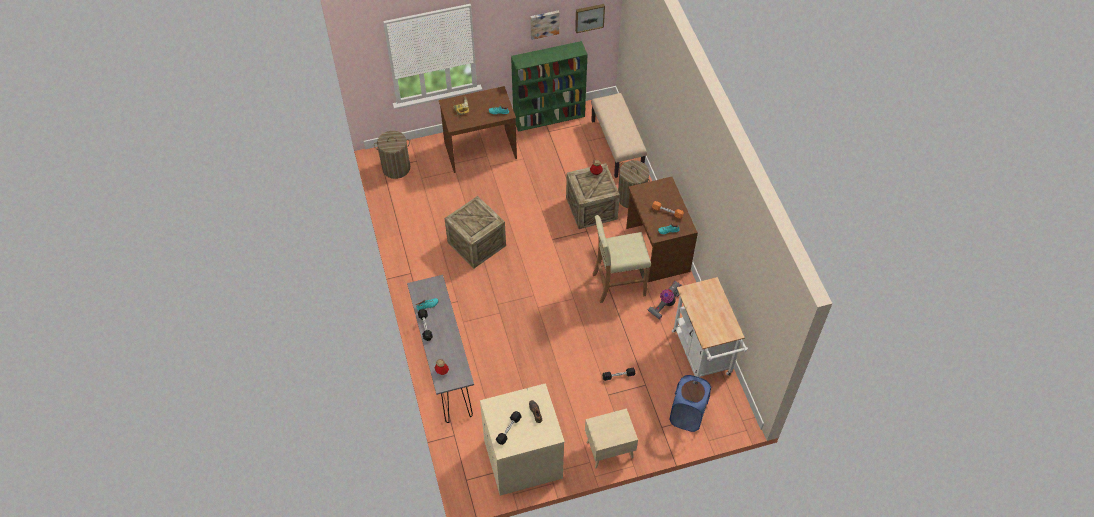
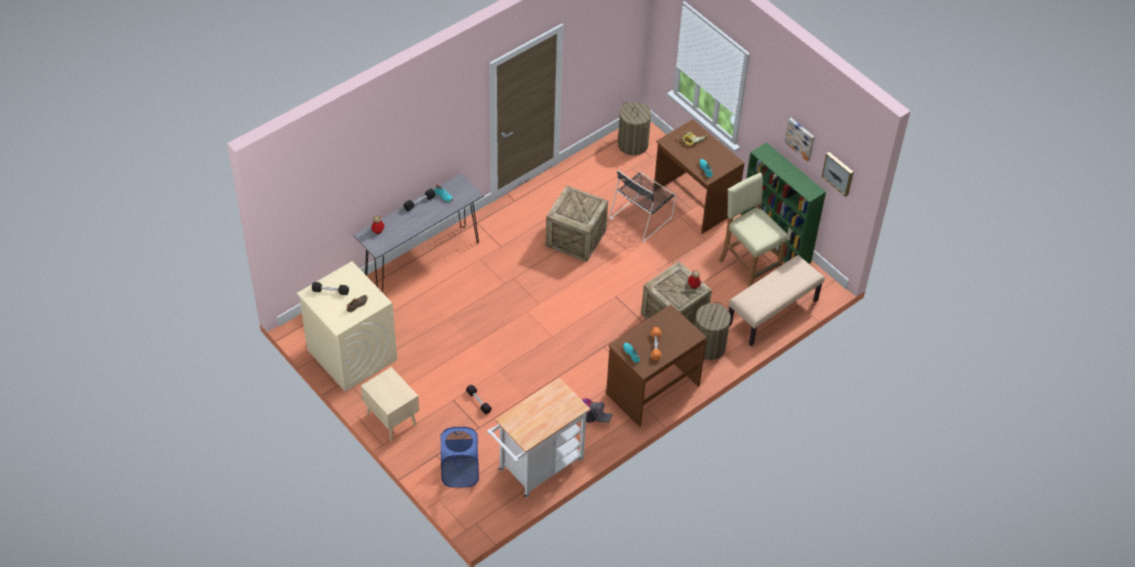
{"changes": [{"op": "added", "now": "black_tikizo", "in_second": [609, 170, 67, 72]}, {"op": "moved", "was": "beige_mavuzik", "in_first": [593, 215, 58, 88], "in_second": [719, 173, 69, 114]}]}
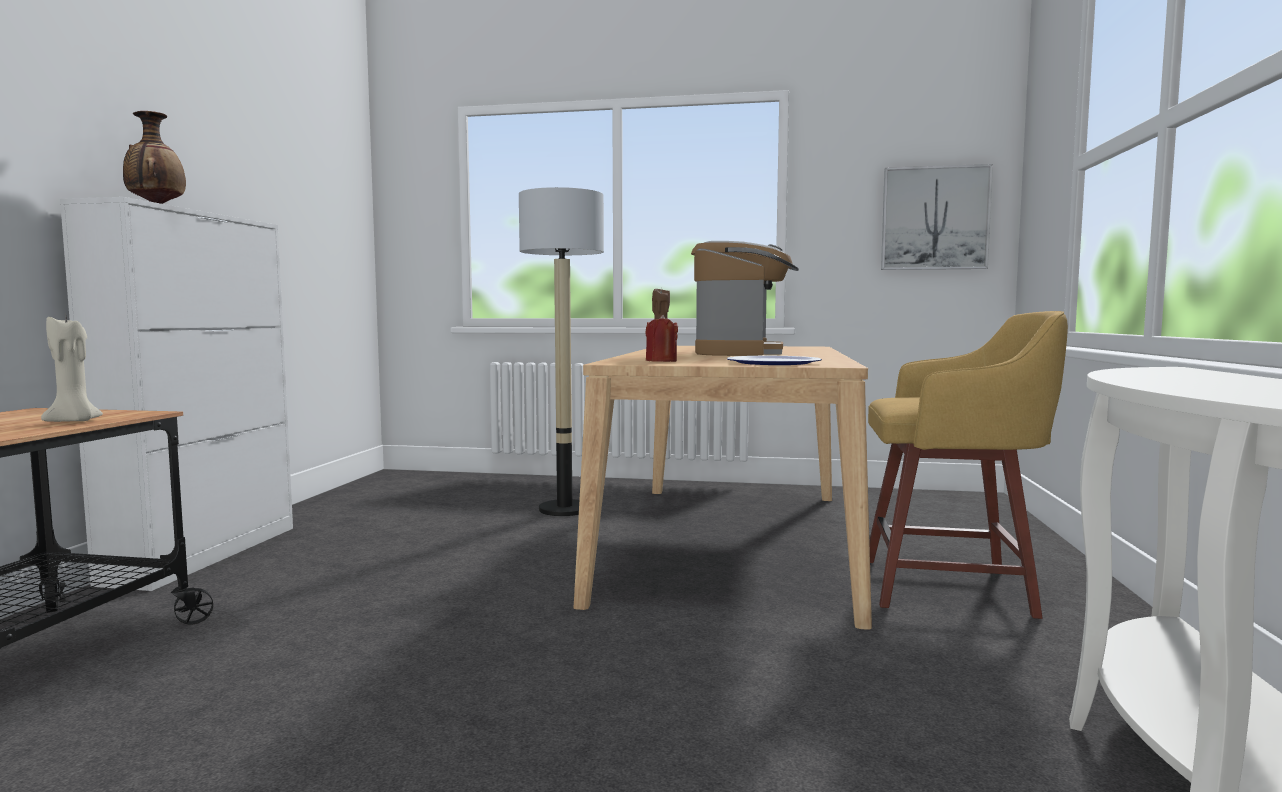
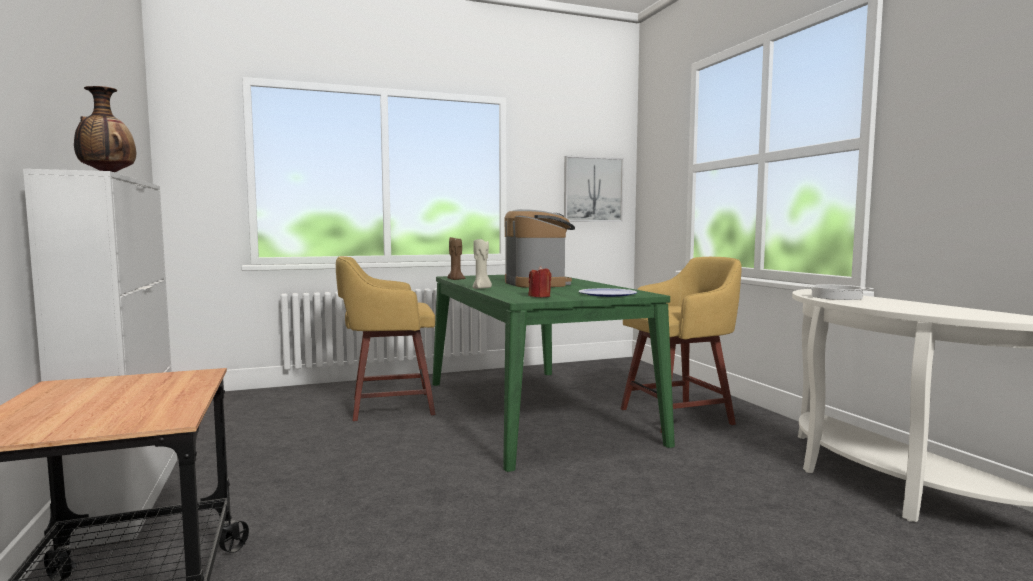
{"changes": [{"op": "replaced", "was": "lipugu", "now": "yellow_mavuzik", "in_first": [519, 187, 85, 329], "in_second": [336, 256, 100, 165]}, {"op": "recoloured", "was": "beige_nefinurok", "now": "green_nefinurok", "in_first": [574, 346, 298, 284], "in_second": [432, 275, 243, 197]}, {"op": "moved", "was": "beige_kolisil", "in_first": [41, 317, 62, 105], "in_second": [473, 239, 19, 50]}, {"op": "added", "now": "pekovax", "in_second": [802, 284, 72, 16]}]}
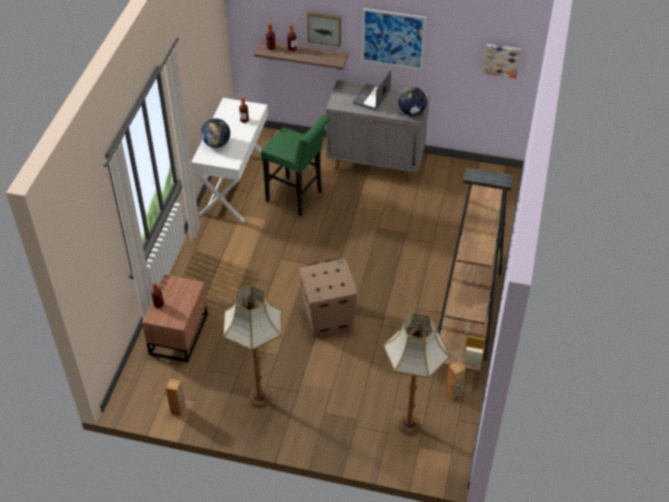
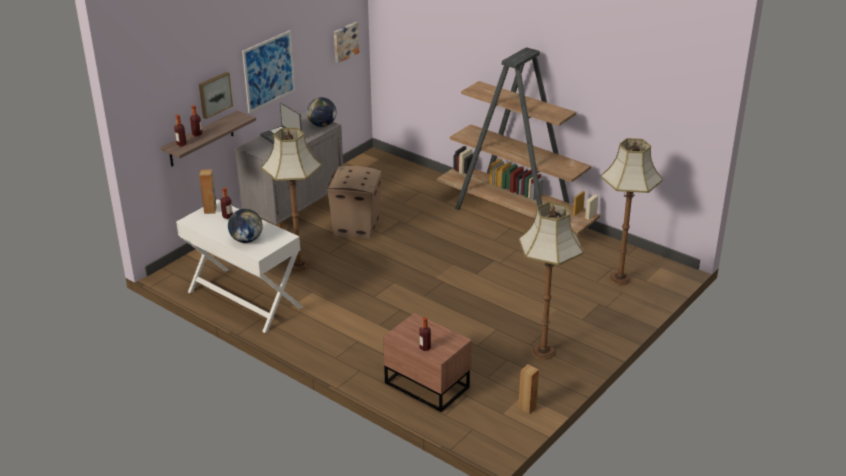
{"changes": [{"op": "moved", "was": "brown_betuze", "in_first": [445, 361, 20, 38], "in_second": [199, 169, 17, 45]}, {"op": "replaced", "was": "green_mavuzik", "now": "lipugu", "in_first": [261, 115, 70, 101], "in_second": [261, 127, 61, 146]}, {"op": "moved", "was": "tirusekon", "in_first": [299, 258, 59, 78], "in_second": [327, 166, 55, 73]}]}
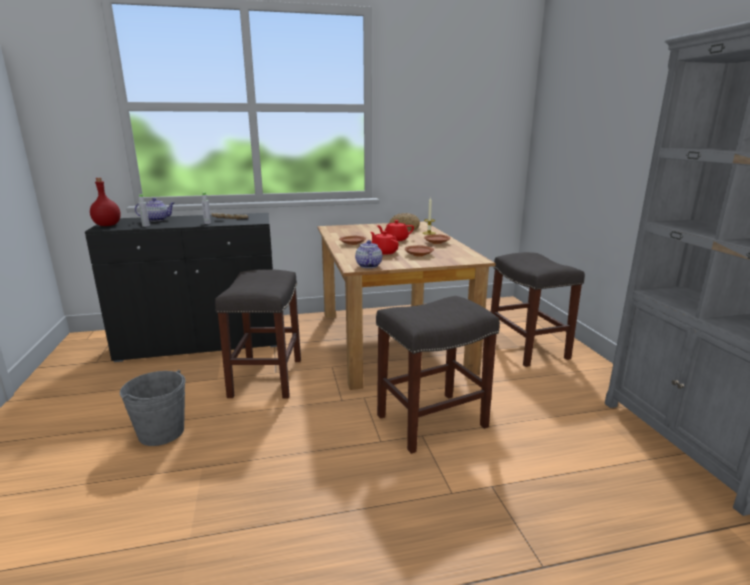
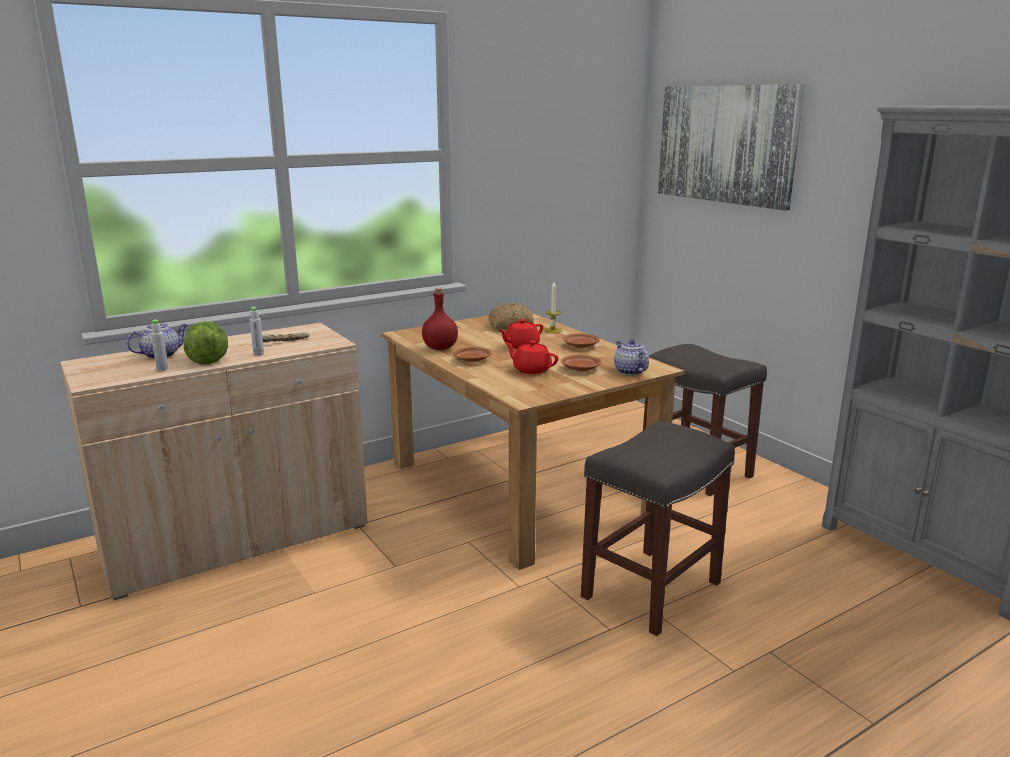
{"changes": [{"op": "recoloured", "was": "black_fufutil", "now": "beige_fufutil", "in_first": [85, 213, 192, 149], "in_second": [60, 322, 308, 278]}, {"op": "added", "now": "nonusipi", "in_second": [184, 321, 44, 43]}, {"op": "moved", "was": "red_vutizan", "in_first": [90, 178, 31, 48], "in_second": [422, 288, 36, 62]}, {"op": "moved", "was": "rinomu", "in_first": [355, 240, 27, 28], "in_second": [614, 339, 35, 36]}, {"op": "added", "now": "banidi", "in_second": [658, 84, 147, 127]}, {"op": "removed", "was": "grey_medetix", "in_first": [120, 370, 65, 76]}, {"op": "removed", "was": "grey_mavuzik", "in_first": [215, 269, 86, 129]}]}
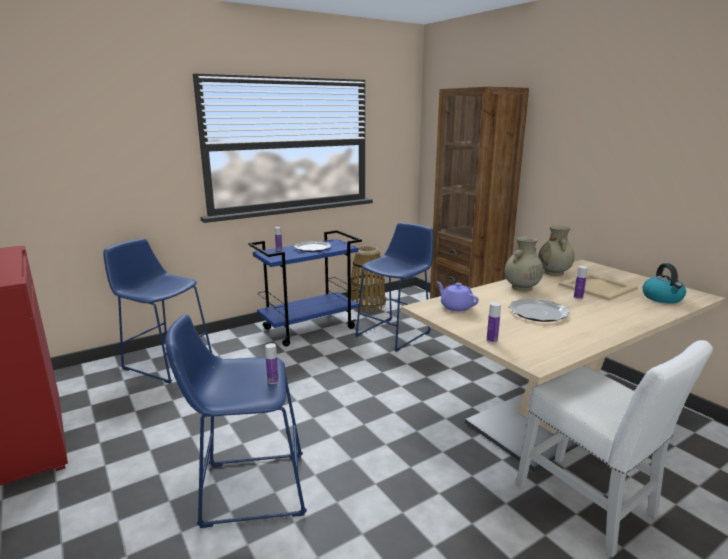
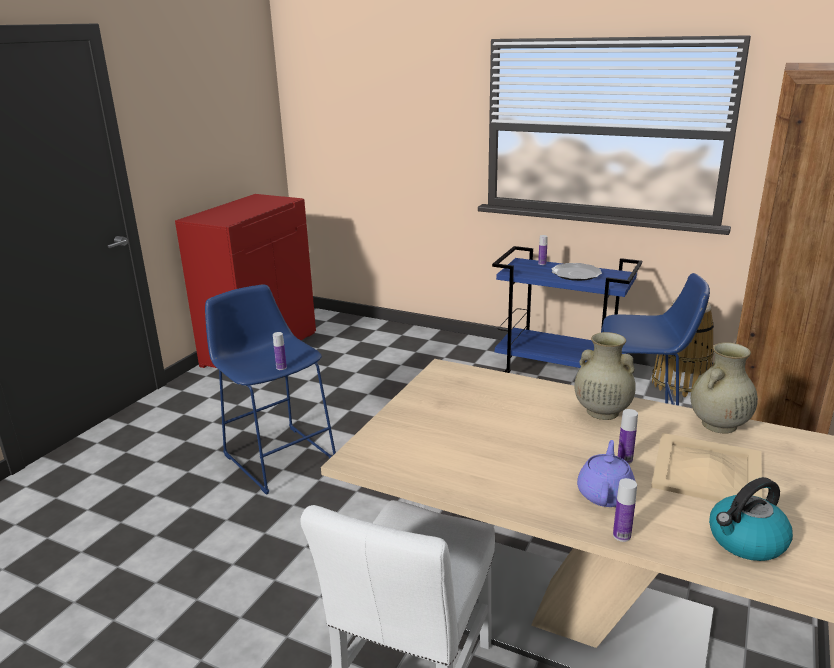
{"changes": [{"op": "moved", "was": "purple_rinomu", "in_first": [437, 281, 42, 30], "in_second": [577, 440, 59, 67]}, {"op": "moved", "was": "vutizan", "in_first": [487, 302, 14, 41], "in_second": [613, 478, 24, 64]}, {"op": "removed", "was": "blue_mavuzik", "in_first": [103, 238, 109, 146]}, {"op": "removed", "was": "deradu", "in_first": [509, 298, 61, 24]}]}
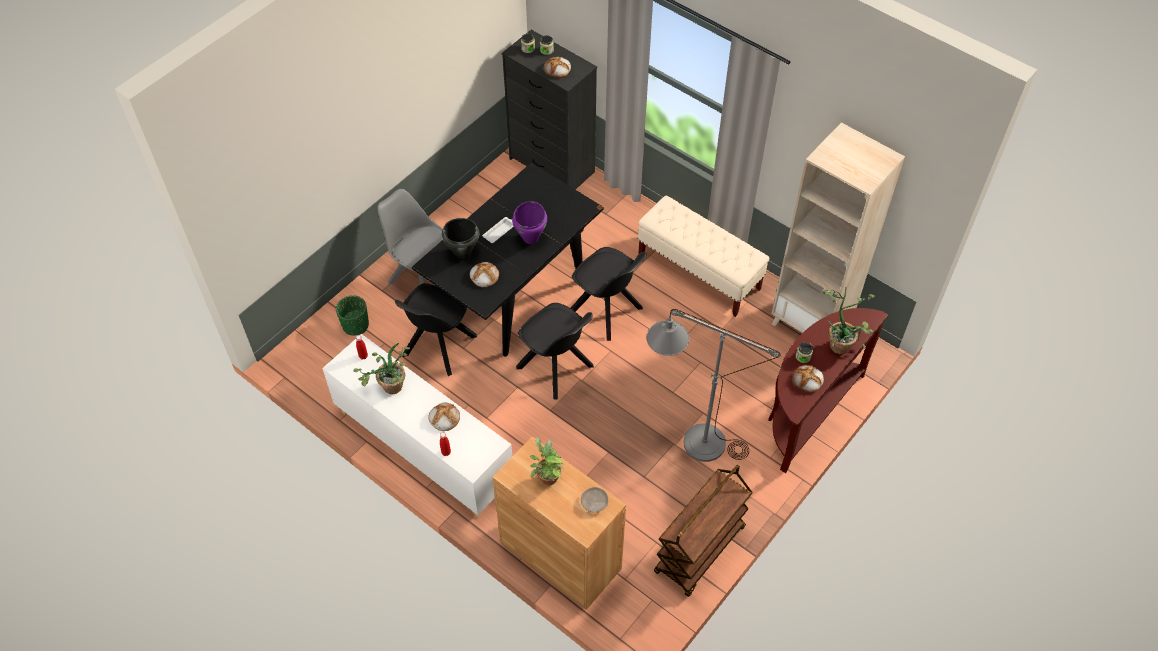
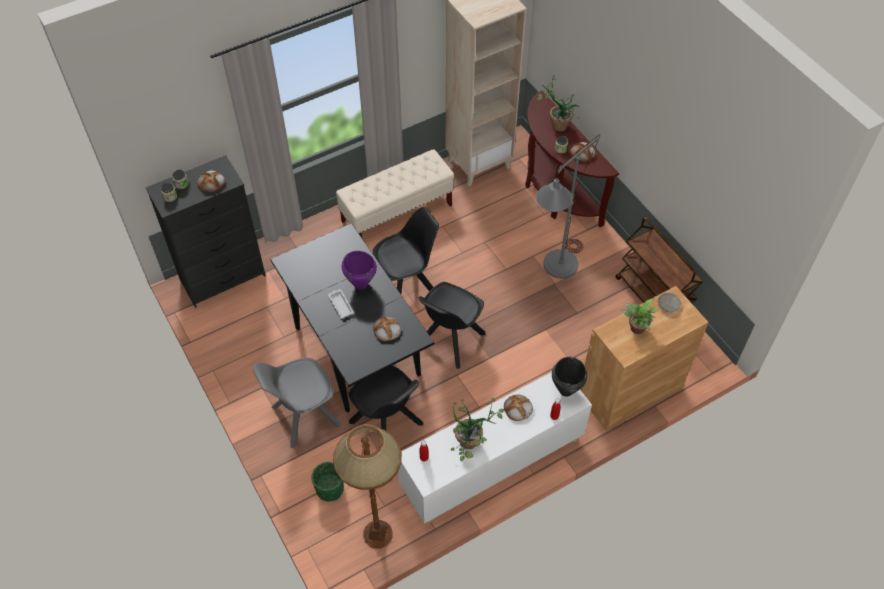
{"changes": [{"op": "added", "now": "brown_lipugu", "in_second": [333, 424, 69, 125]}, {"op": "turned", "was": "black_tikizo", "in_first": [516, 303, 78, 97], "in_second": [419, 282, 67, 87], "clockwise": 150}, {"op": "moved", "was": "black_pekovax", "in_first": [442, 218, 37, 41], "in_second": [552, 357, 35, 40]}]}
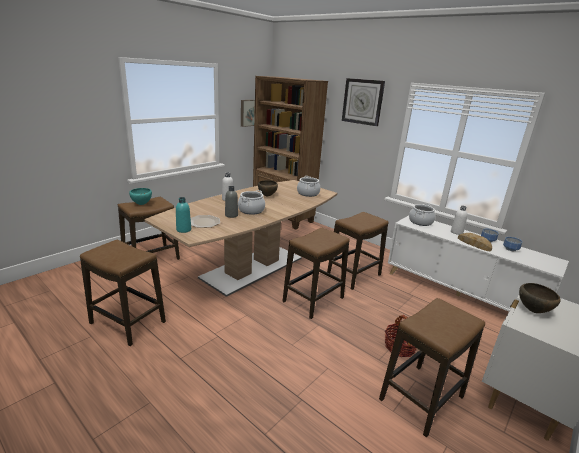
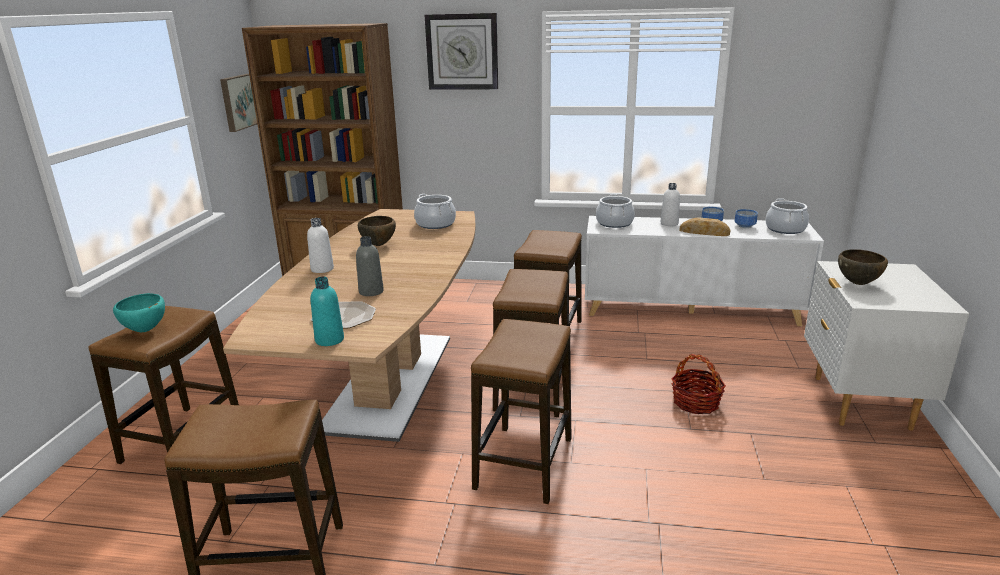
{"changes": [{"op": "moved", "was": "mavuzik", "in_first": [379, 298, 106, 139], "in_second": [471, 319, 100, 185]}, {"op": "moved", "was": "pekovax", "in_first": [238, 190, 27, 25], "in_second": [766, 198, 43, 36]}]}
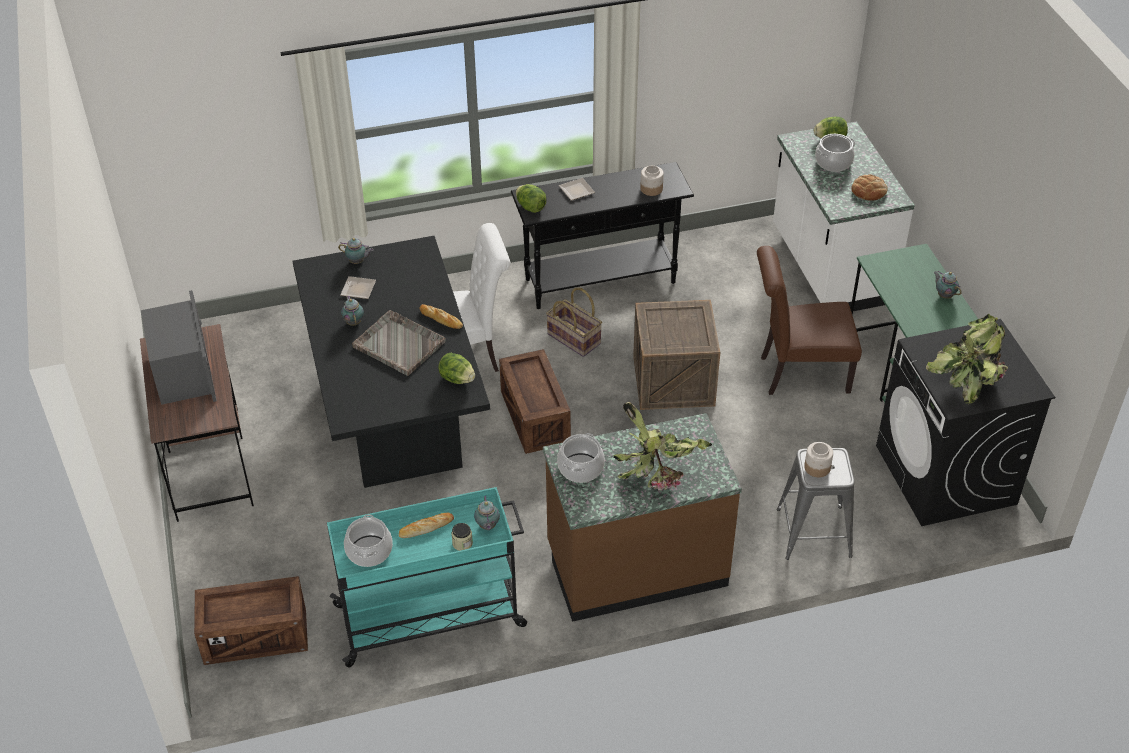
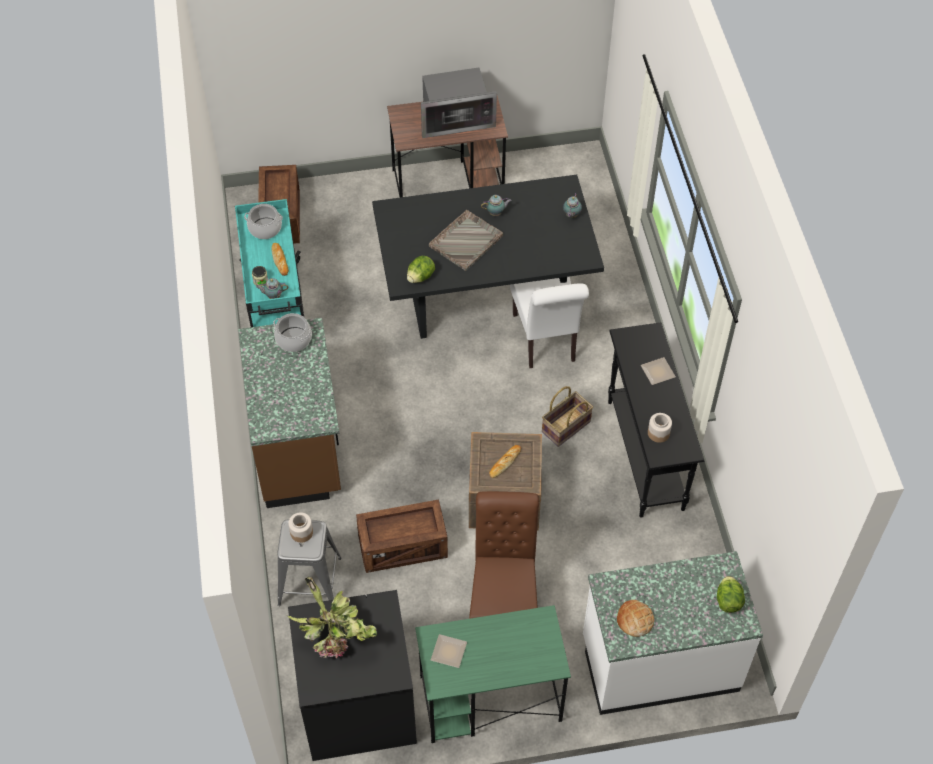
{"changes": [{"op": "moved", "was": "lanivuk", "in_first": [499, 349, 72, 105], "in_second": [356, 500, 92, 73]}, {"op": "moved", "was": "deradu", "in_first": [340, 276, 36, 23], "in_second": [431, 634, 36, 34]}, {"op": "moved", "was": "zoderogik", "in_first": [420, 304, 43, 25], "in_second": [489, 445, 32, 33]}, {"op": "removed", "was": "nonusipi", "in_first": [516, 184, 31, 29]}, {"op": "removed", "was": "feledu", "in_first": [613, 402, 99, 89]}, {"op": "removed", "was": "pekovax", "in_first": [815, 134, 40, 38]}, {"op": "removed", "was": "rinomu", "in_first": [934, 271, 28, 28]}]}
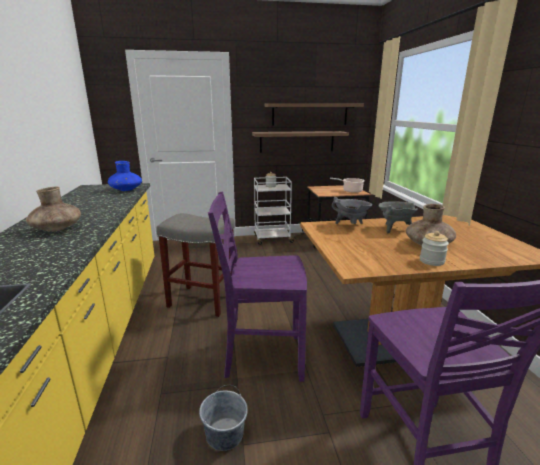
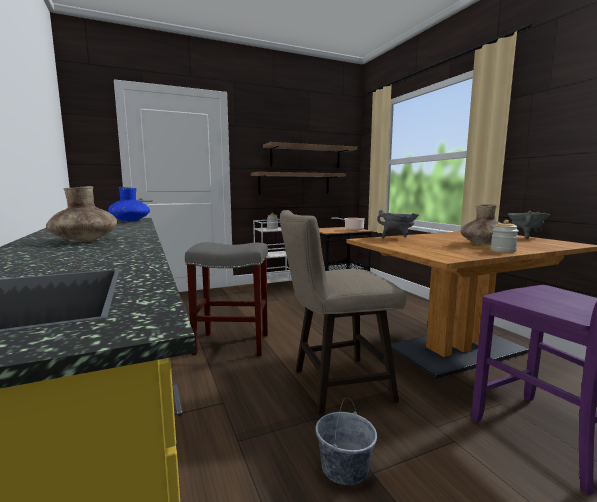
{"changes": [{"op": "replaced", "was": "purple_tikizo", "now": "beige_mavuzik", "in_first": [208, 192, 99, 190], "in_second": [280, 210, 126, 203]}, {"op": "moved", "was": "grey_pekovax", "in_first": [378, 201, 40, 32], "in_second": [508, 211, 42, 29]}]}
